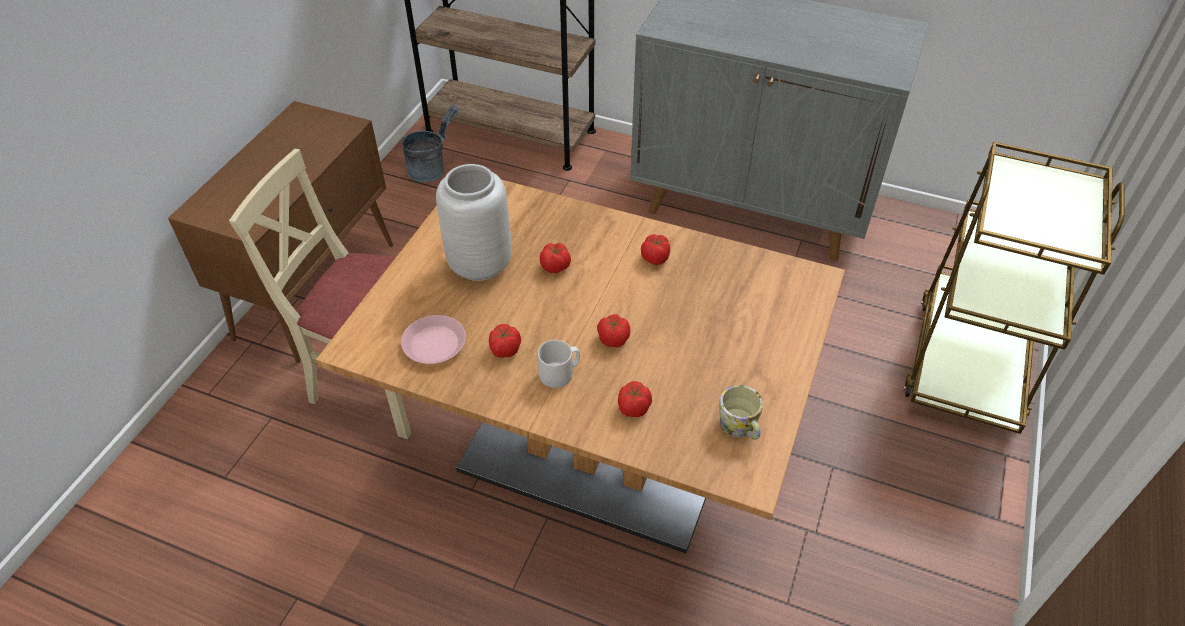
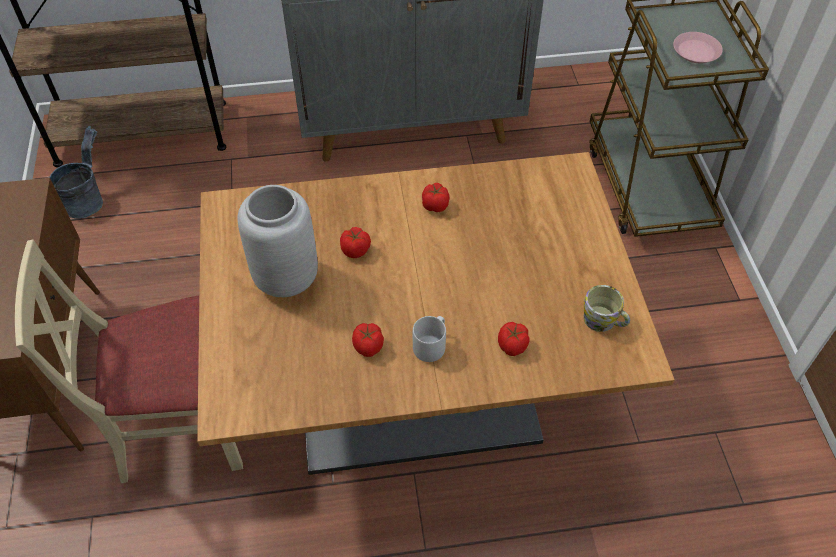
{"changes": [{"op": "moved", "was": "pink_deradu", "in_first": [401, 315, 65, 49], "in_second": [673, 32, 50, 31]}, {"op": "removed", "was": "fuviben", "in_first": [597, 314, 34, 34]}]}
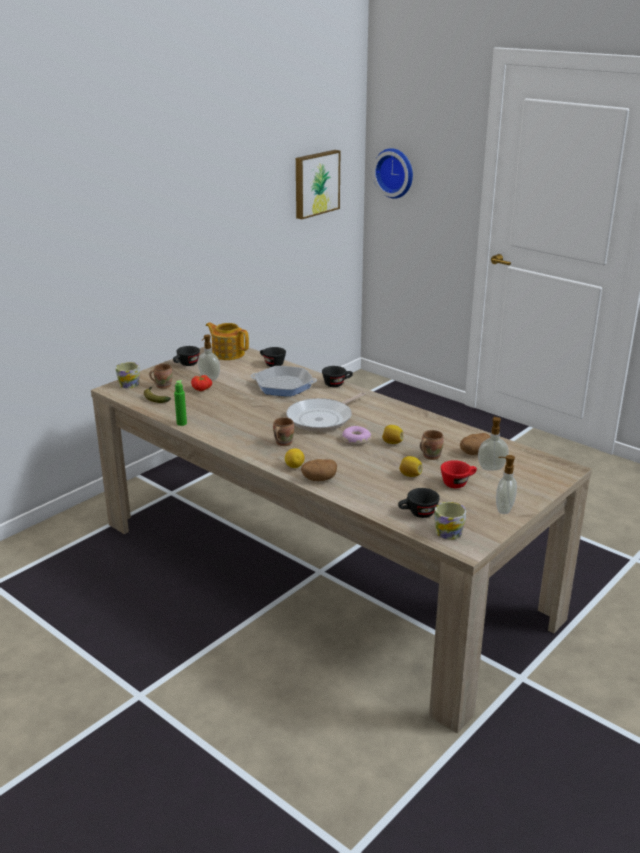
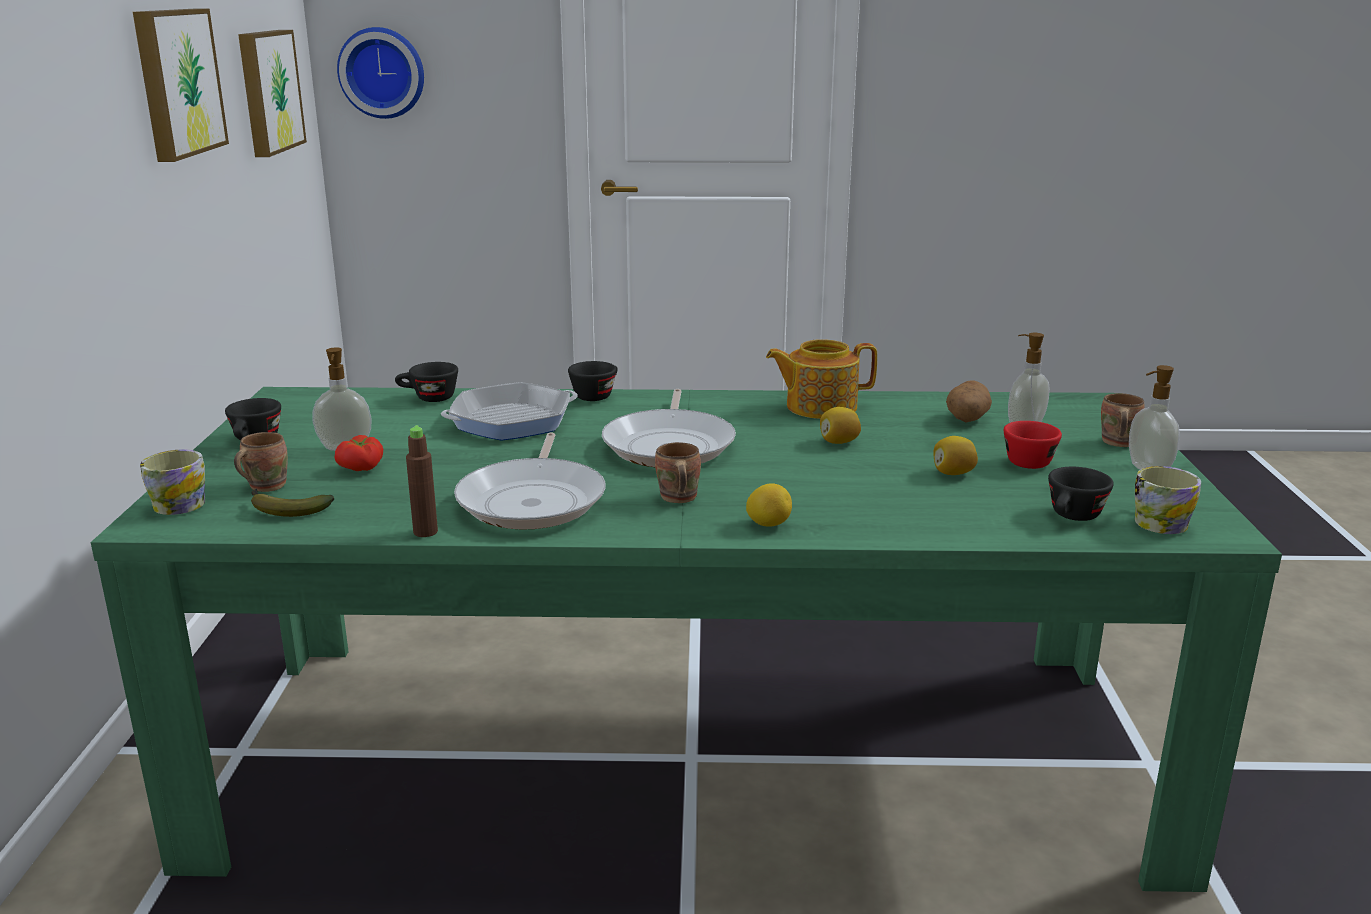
{"changes": [{"op": "recoloured", "was": "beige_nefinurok", "now": "green_nefinurok", "in_first": [91, 344, 501, 389], "in_second": [91, 387, 1191, 505]}, {"op": "added", "now": "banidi", "in_second": [133, 9, 96, 153]}, {"op": "recoloured", "was": "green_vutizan", "now": "brown_vutizan", "in_first": [174, 380, 13, 46], "in_second": [406, 425, 32, 112]}, {"op": "added", "now": "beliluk", "in_second": [454, 432, 152, 98]}, {"op": "moved", "was": "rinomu", "in_first": [206, 322, 43, 38], "in_second": [766, 339, 111, 80]}, {"op": "moved", "was": "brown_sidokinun", "in_first": [420, 430, 24, 30], "in_second": [1101, 393, 44, 54]}, {"op": "removed", "was": "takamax", "in_first": [301, 459, 36, 22]}, {"op": "removed", "was": "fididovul", "in_first": [342, 426, 29, 19]}]}
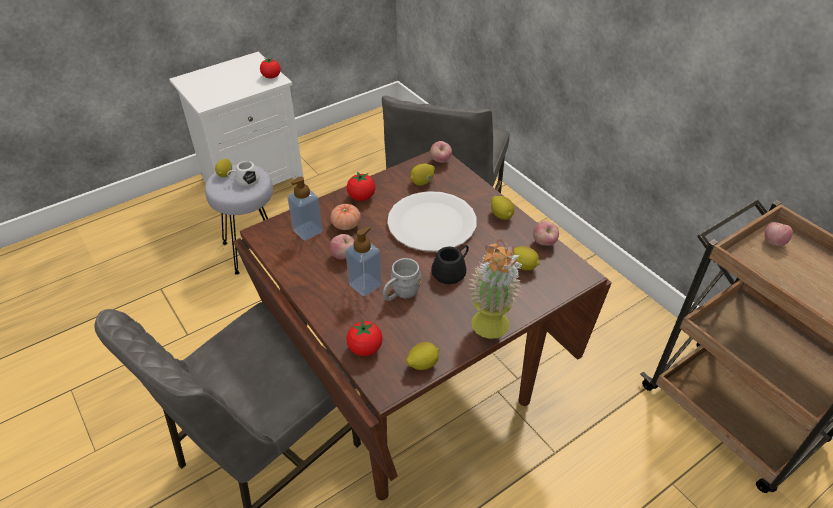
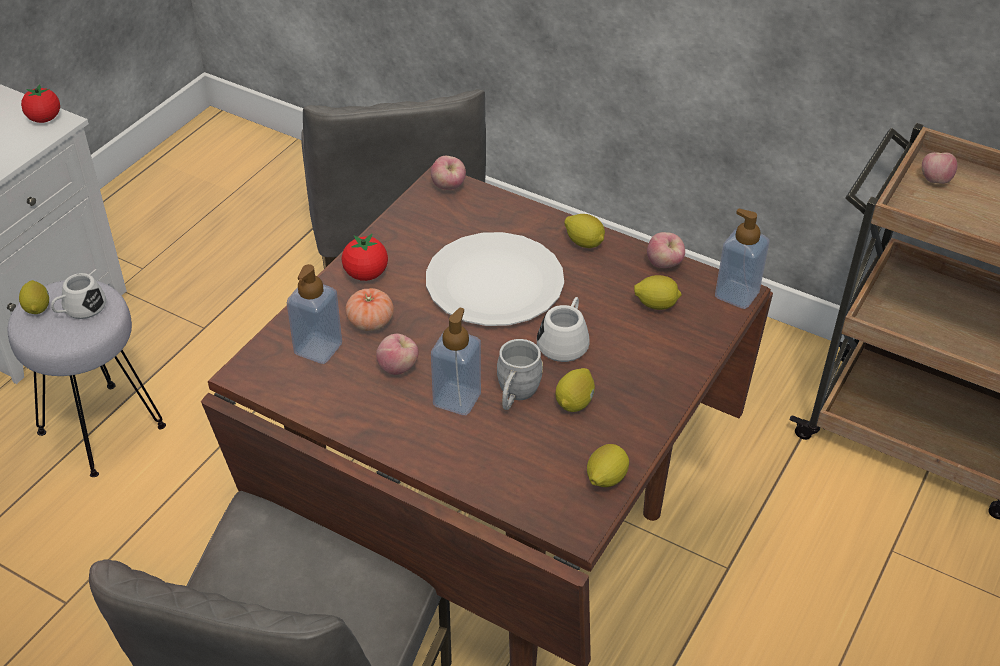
{"changes": [{"op": "recoloured", "was": "black_sidokinun", "now": "white_sidokinun", "in_first": [431, 245, 38, 39], "in_second": [537, 297, 53, 65]}, {"op": "moved", "was": "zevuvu", "in_first": [410, 164, 25, 21], "in_second": [556, 368, 39, 44]}, {"op": "added", "now": "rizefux", "in_second": [715, 209, 54, 100]}, {"op": "removed", "was": "fuviben", "in_first": [346, 319, 37, 37]}, {"op": "removed", "was": "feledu", "in_first": [469, 239, 53, 100]}]}
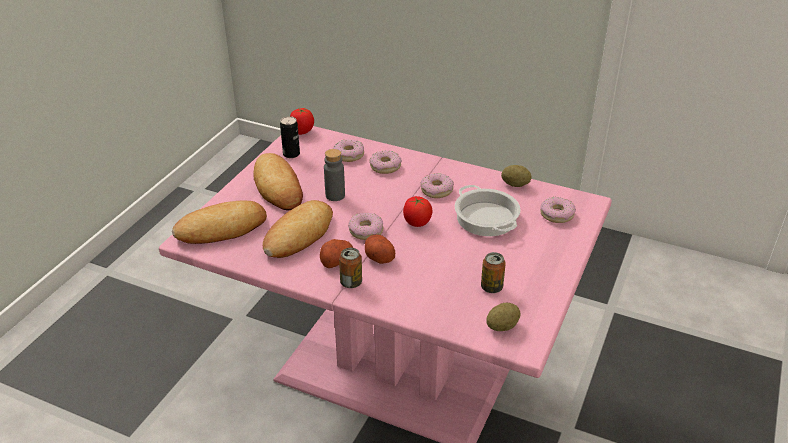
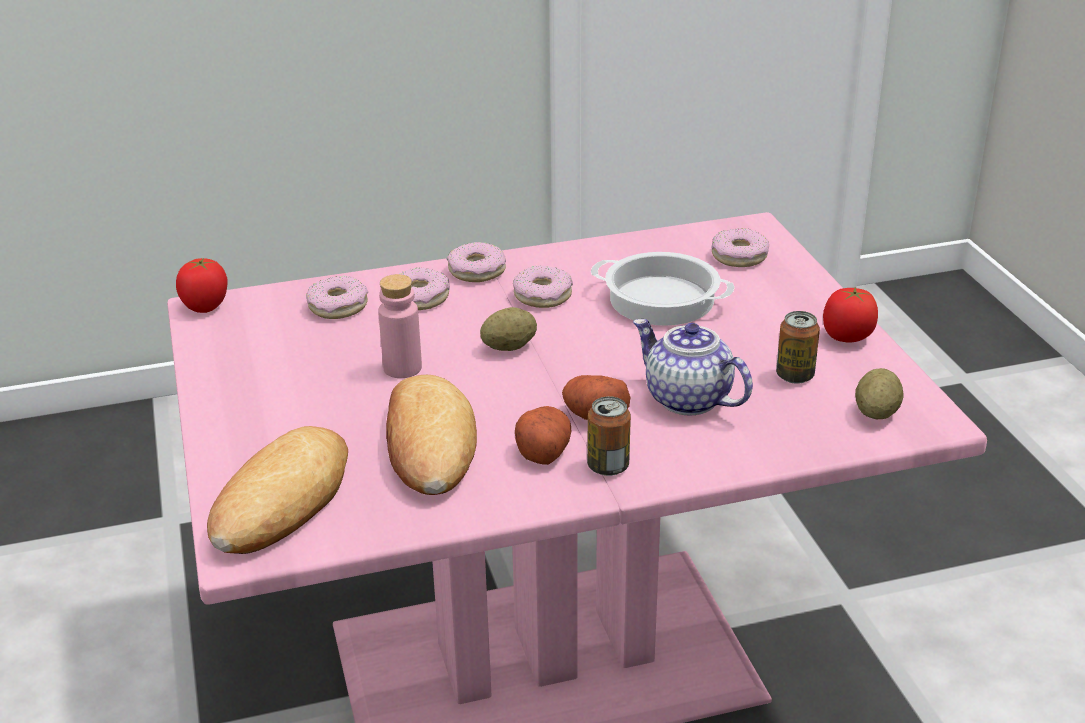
{"changes": [{"op": "recoloured", "was": "grey_vutizan", "now": "pink_vutizan", "in_first": [324, 149, 21, 52], "in_second": [378, 274, 44, 104]}, {"op": "moved", "was": "fididovul", "in_first": [348, 213, 36, 27], "in_second": [447, 242, 59, 40]}, {"op": "moved", "was": "takamax", "in_first": [501, 165, 31, 22], "in_second": [480, 307, 57, 44]}, {"op": "added", "now": "rinomu", "in_second": [633, 319, 120, 96]}, {"op": "moved", "was": "fuviben", "in_first": [403, 196, 29, 31], "in_second": [823, 287, 55, 56]}, {"op": "removed", "was": "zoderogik", "in_first": [253, 153, 50, 57]}, {"op": "removed", "was": "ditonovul", "in_first": [280, 116, 20, 42]}]}
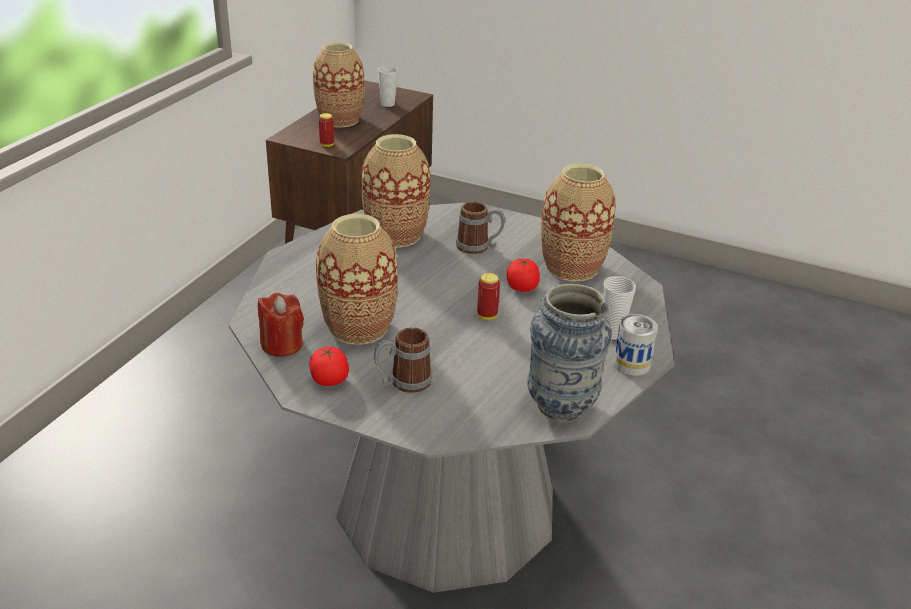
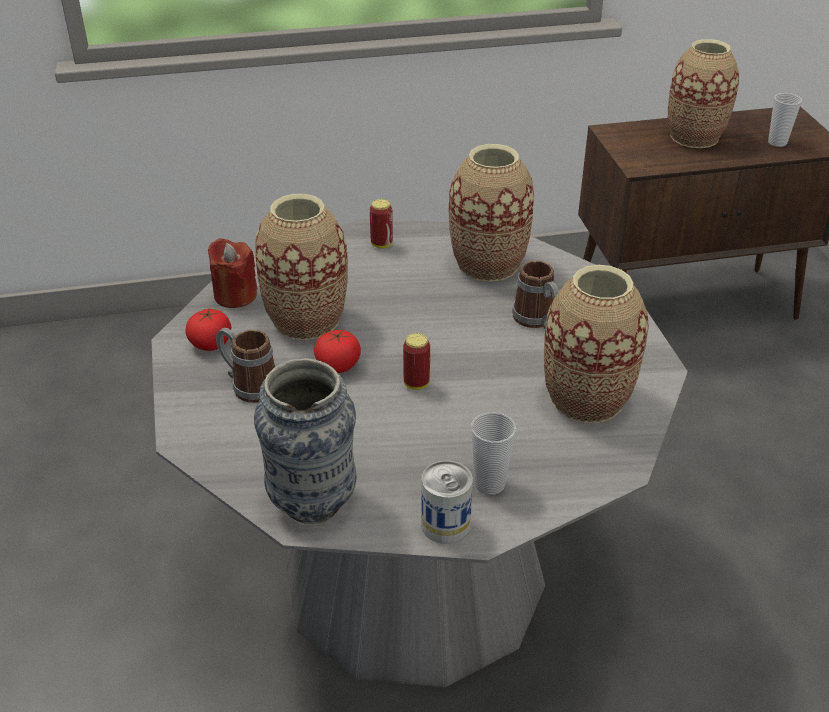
{"changes": [{"op": "moved", "was": "fuviben", "in_first": [507, 259, 33, 33], "in_second": [314, 329, 47, 44]}, {"op": "moved", "was": "ditonovul", "in_first": [319, 113, 16, 34], "in_second": [370, 199, 23, 49]}]}
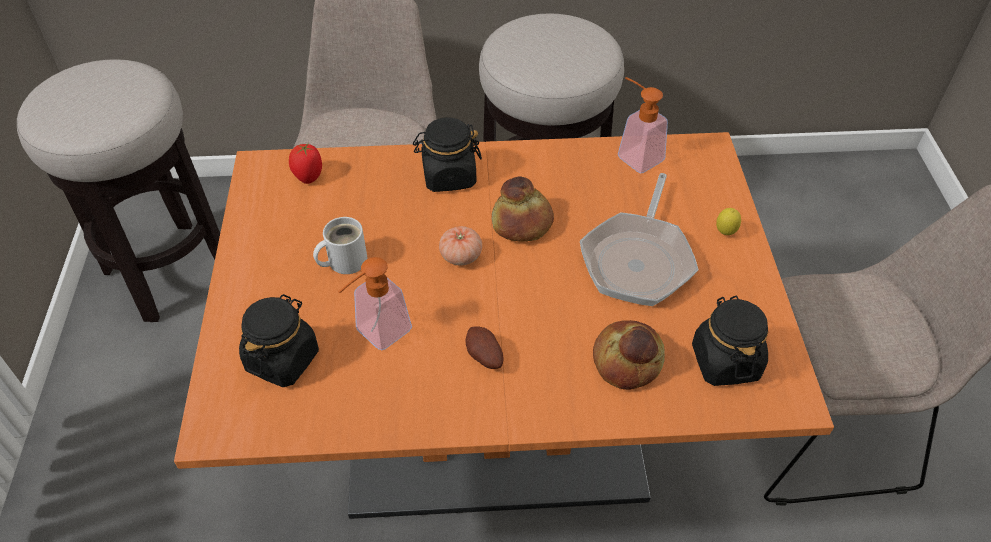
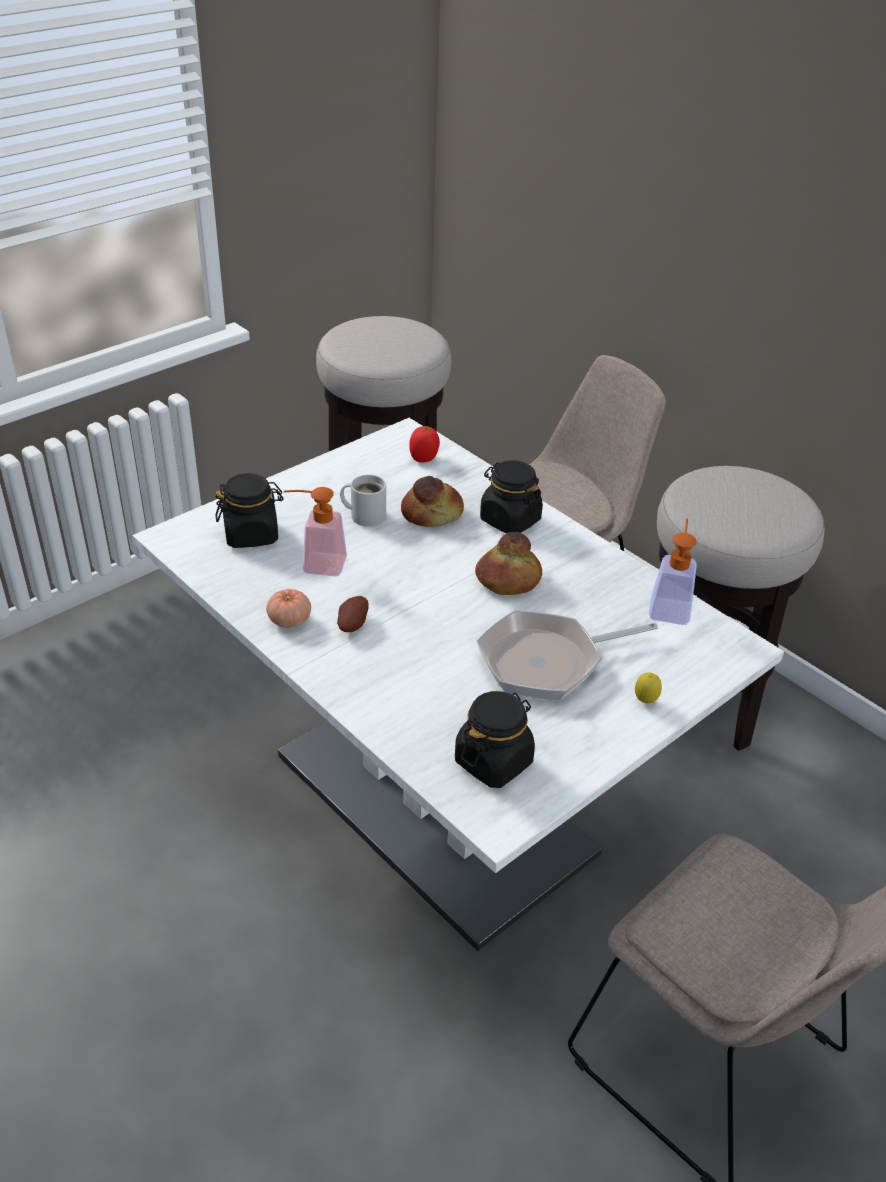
{"changes": [{"op": "recoloured", "was": "orange_nefinurok", "now": "white_nefinurok", "in_first": [174, 132, 660, 387], "in_second": [133, 418, 651, 533]}, {"op": "moved", "was": "fuviben", "in_first": [439, 226, 43, 40], "in_second": [266, 589, 45, 39]}, {"op": "moved", "was": "zoderogik", "in_first": [593, 320, 72, 70], "in_second": [401, 476, 63, 51]}]}
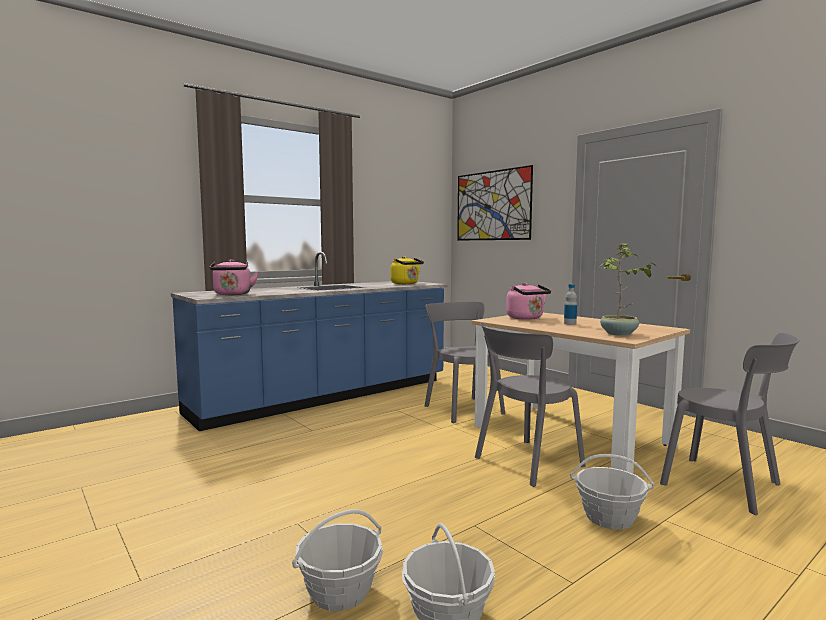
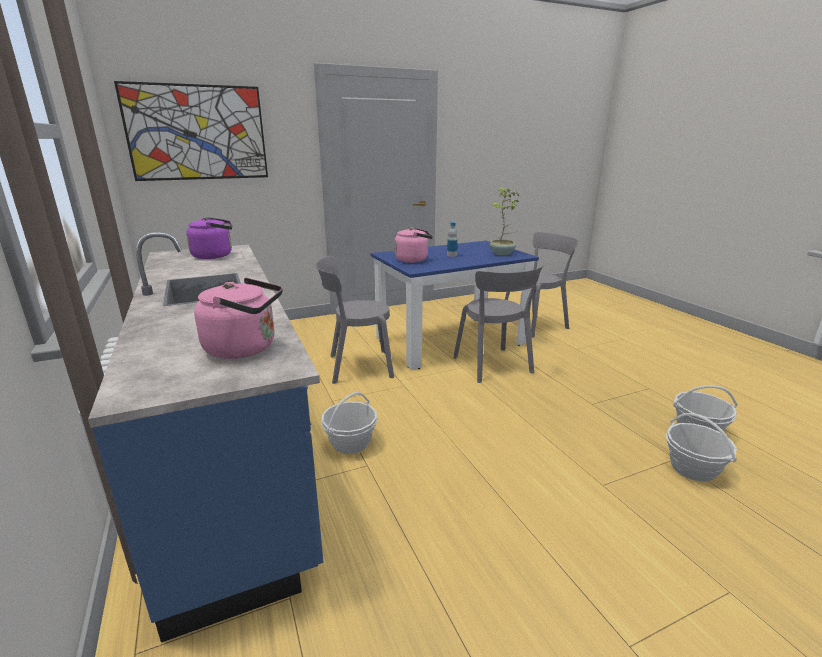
{"changes": [{"op": "recoloured", "was": "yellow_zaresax", "now": "purple_zaresax", "in_first": [390, 256, 34, 28], "in_second": [186, 217, 46, 42]}, {"op": "moved", "was": "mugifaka", "in_first": [570, 454, 84, 76], "in_second": [321, 392, 56, 62]}, {"op": "recoloured", "was": "beige_nefinurok", "now": "blue_nefinurok", "in_first": [472, 313, 218, 161], "in_second": [371, 241, 168, 129]}]}
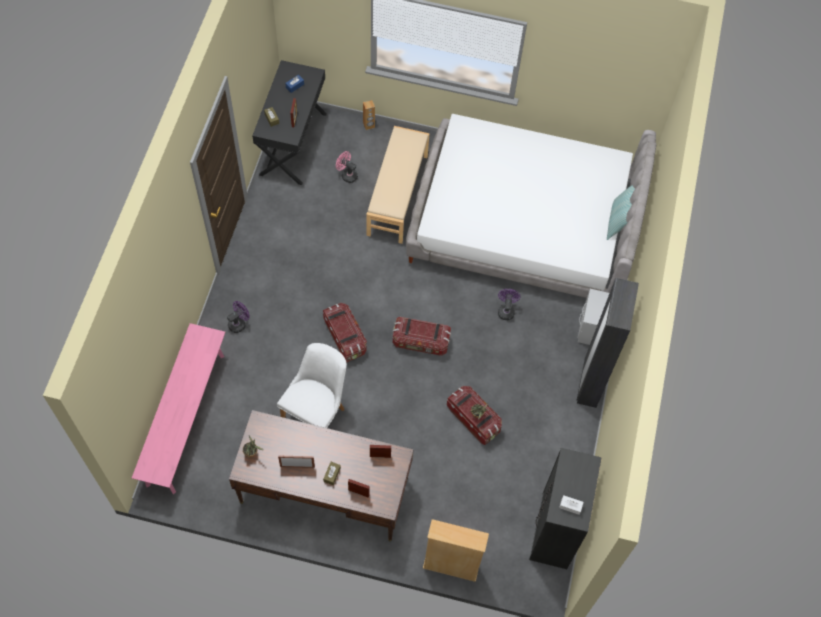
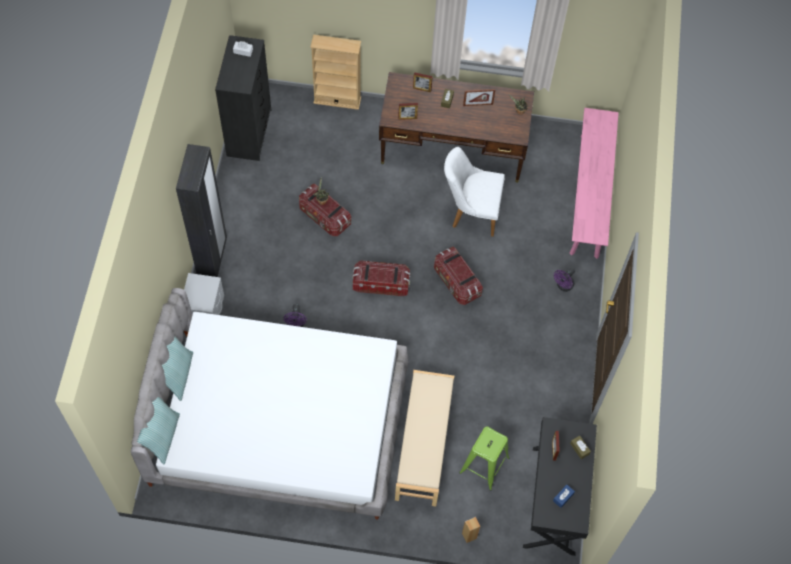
{"changes": [{"op": "added", "now": "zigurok", "in_second": [137, 397, 43, 68]}, {"op": "turned", "was": "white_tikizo", "in_first": [277, 343, 70, 85], "in_second": [444, 147, 61, 90], "clockwise": 75}, {"op": "replaced", "was": "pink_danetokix", "now": "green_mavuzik", "in_first": [336, 151, 22, 32], "in_second": [459, 426, 51, 64]}]}
